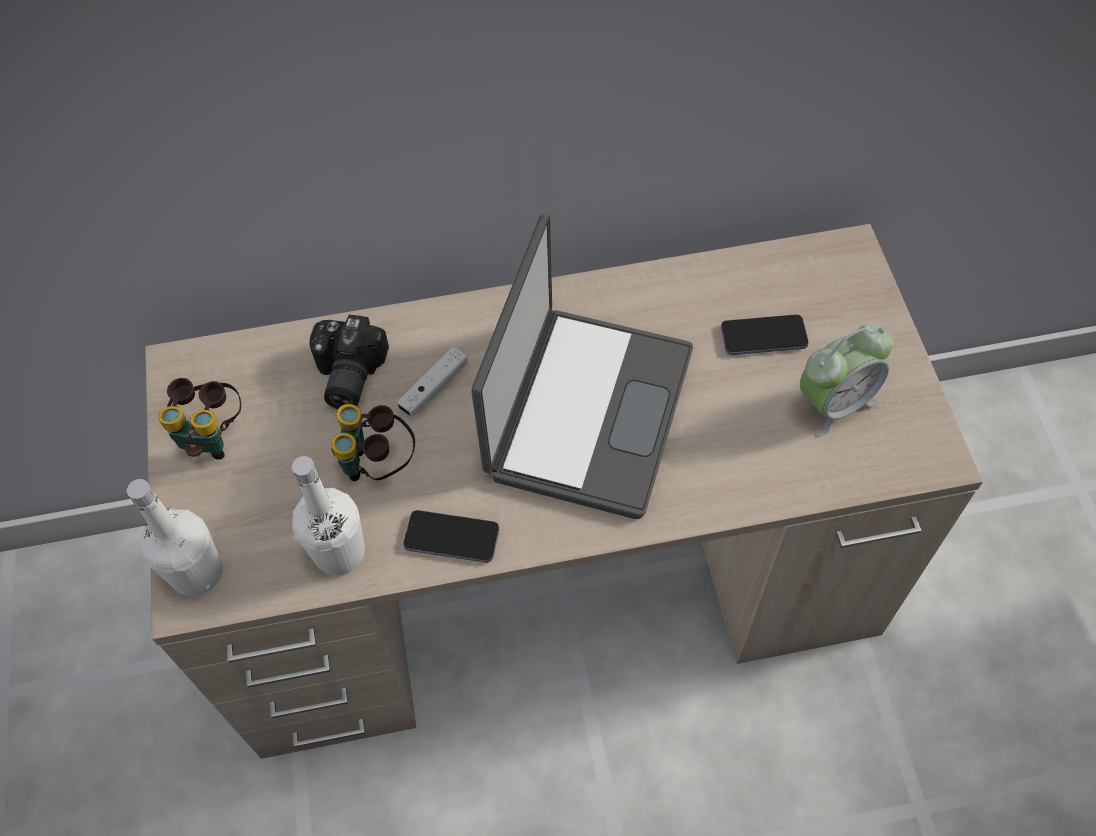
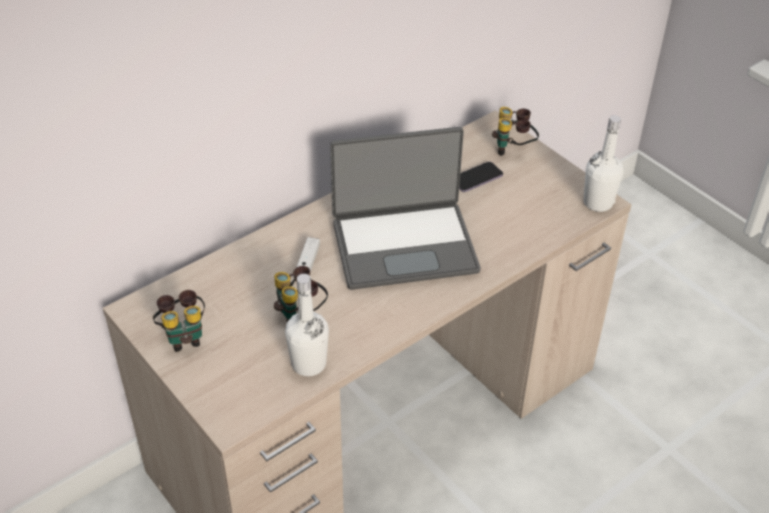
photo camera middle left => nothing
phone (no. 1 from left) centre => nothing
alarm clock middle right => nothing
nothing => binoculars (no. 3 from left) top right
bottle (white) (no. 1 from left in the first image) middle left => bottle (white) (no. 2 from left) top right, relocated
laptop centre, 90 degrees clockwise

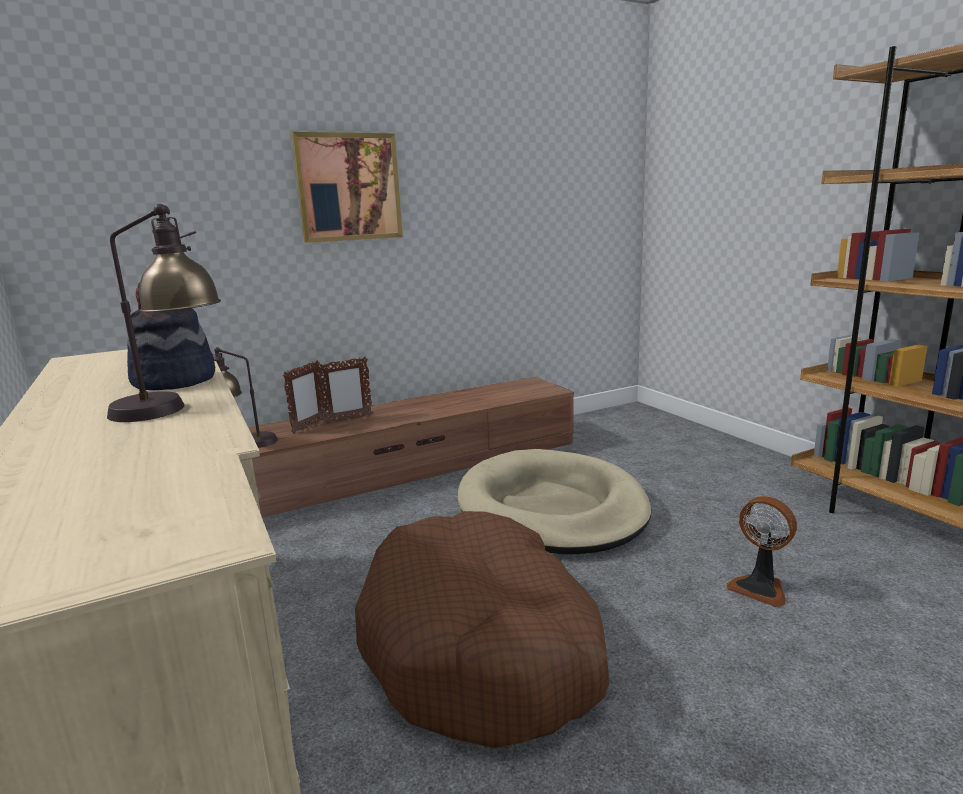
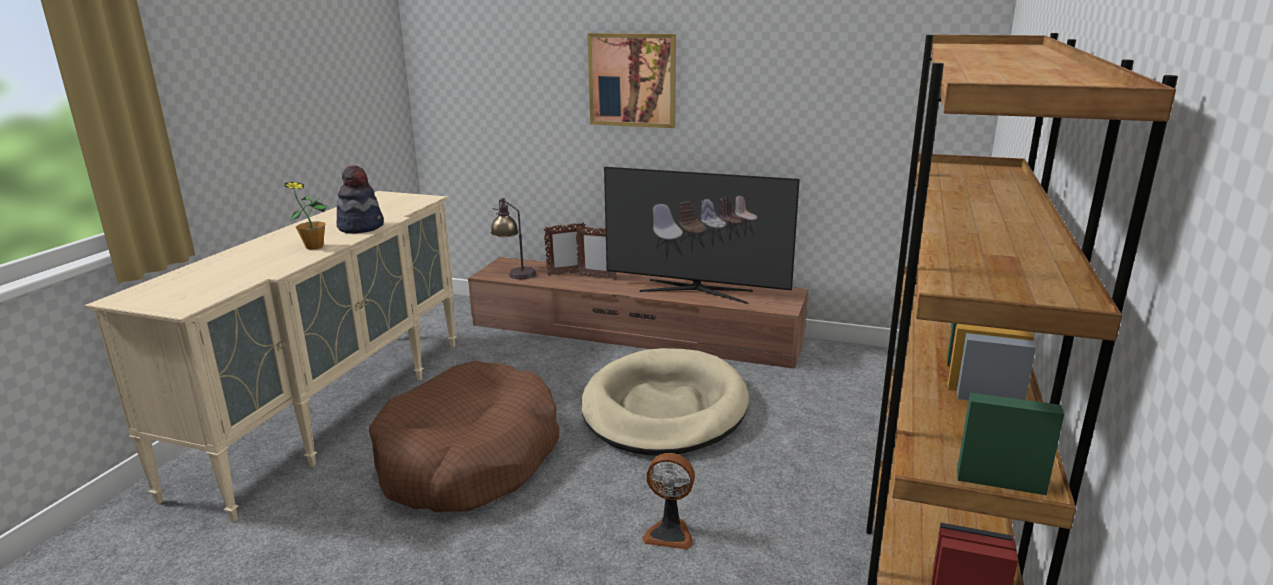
nothing => television centre
table lamp (no. 1 from left) middle left => potted plant middle left
fan bottom right => fan bottom centre, 75 degrees counterclockwise

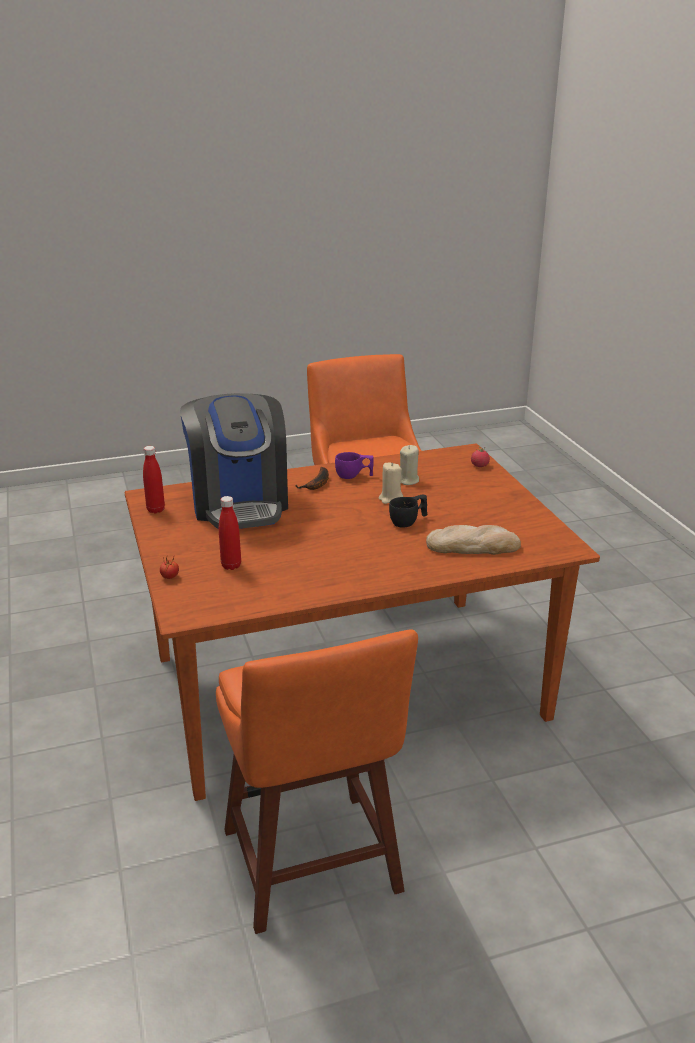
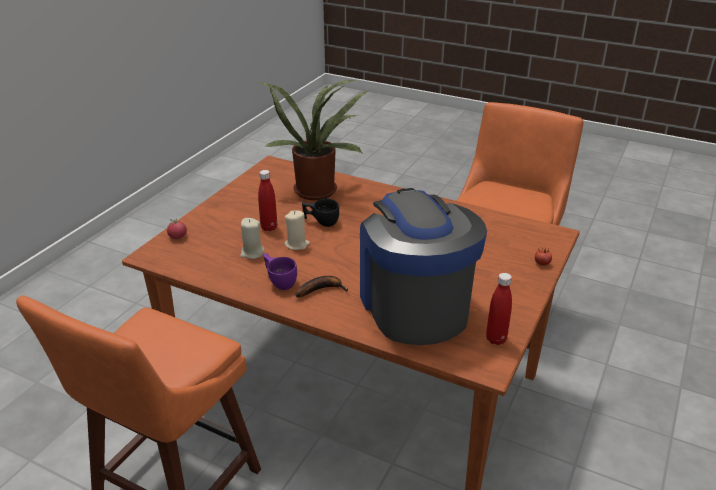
bottle (red) (no. 2 from left in the first image) middle left => bottle (red) (no. 1 from left) centre, relocated
bread middle right => potted plant top centre
coffee machine centre, 45 degrees counterclockwise

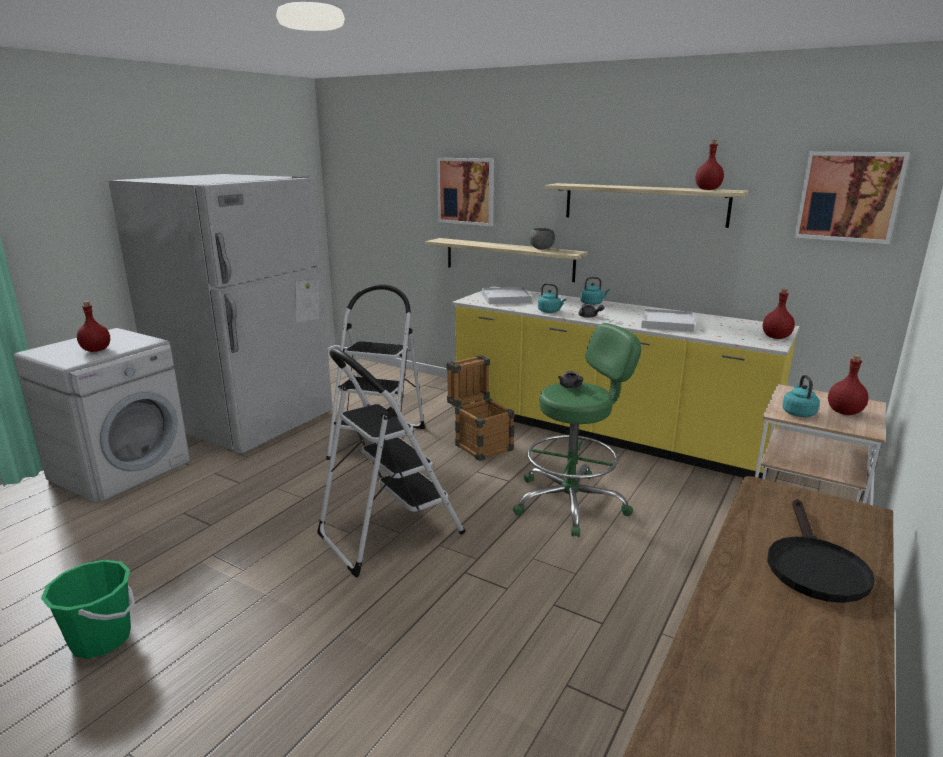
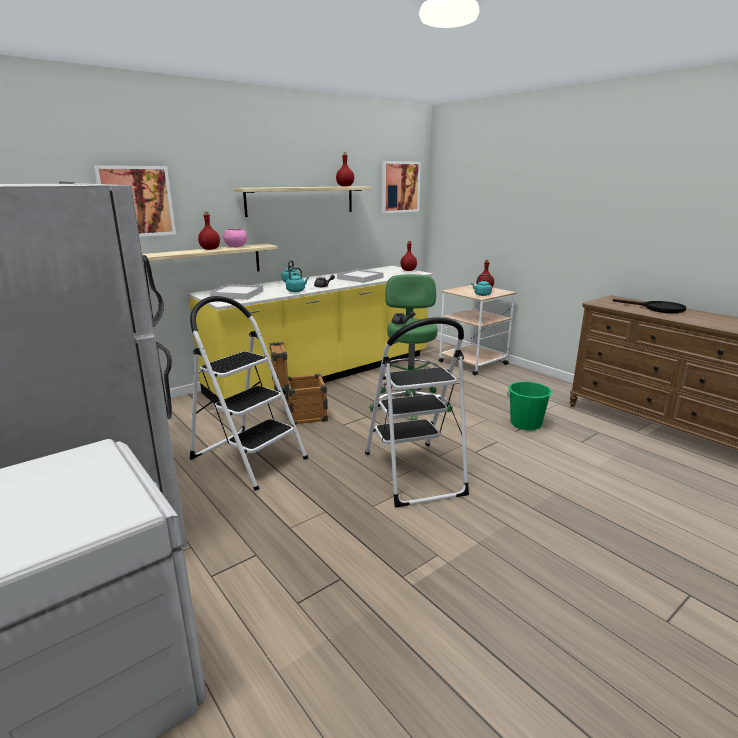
bucket (green) bottom left => bucket (green) middle right, relocated
bottle (red) (no. 1 from left) middle left => bottle (red) (no. 1 from left) top left, relocated
bowl (grey) top centre => bowl (pink) top left

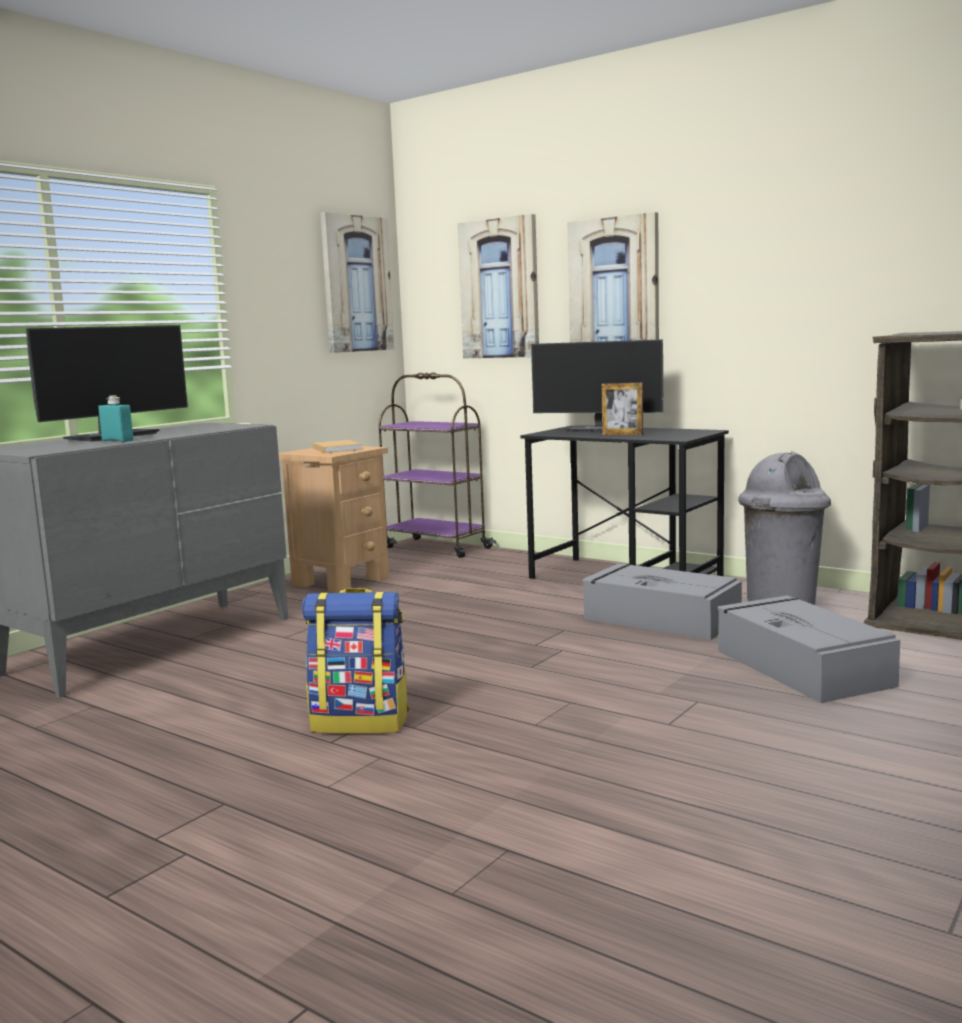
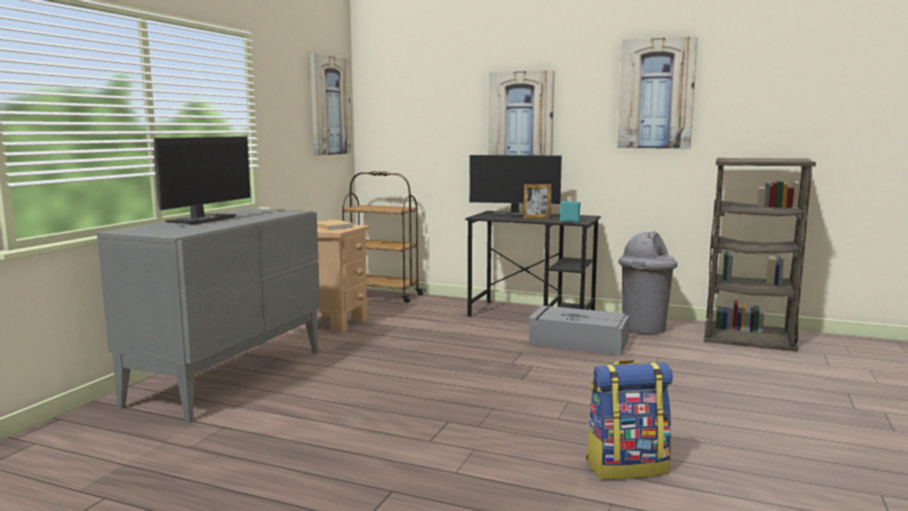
storage box (grey) (no. 2 from left) middle right => nothing
bottle (turquoise) middle left => bottle (turquoise) centre, relocated
backpack centre => backpack bottom right, relocated
picture (no. 2 from left in the first image) top centre => picture (no. 3 from left) top right, relocated
cart (purple) centre => cart (brown) centre

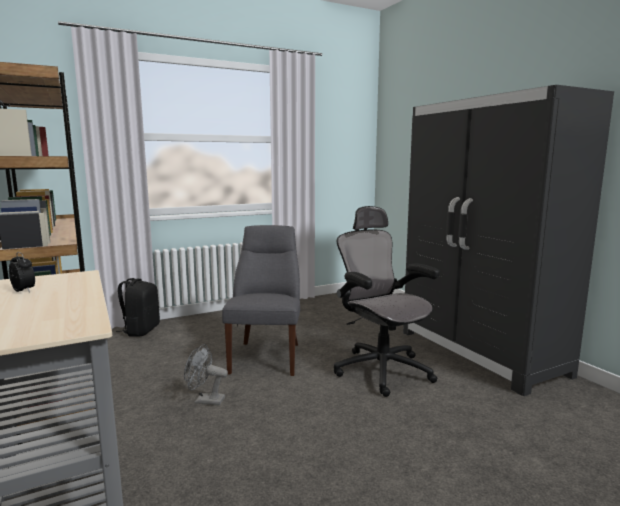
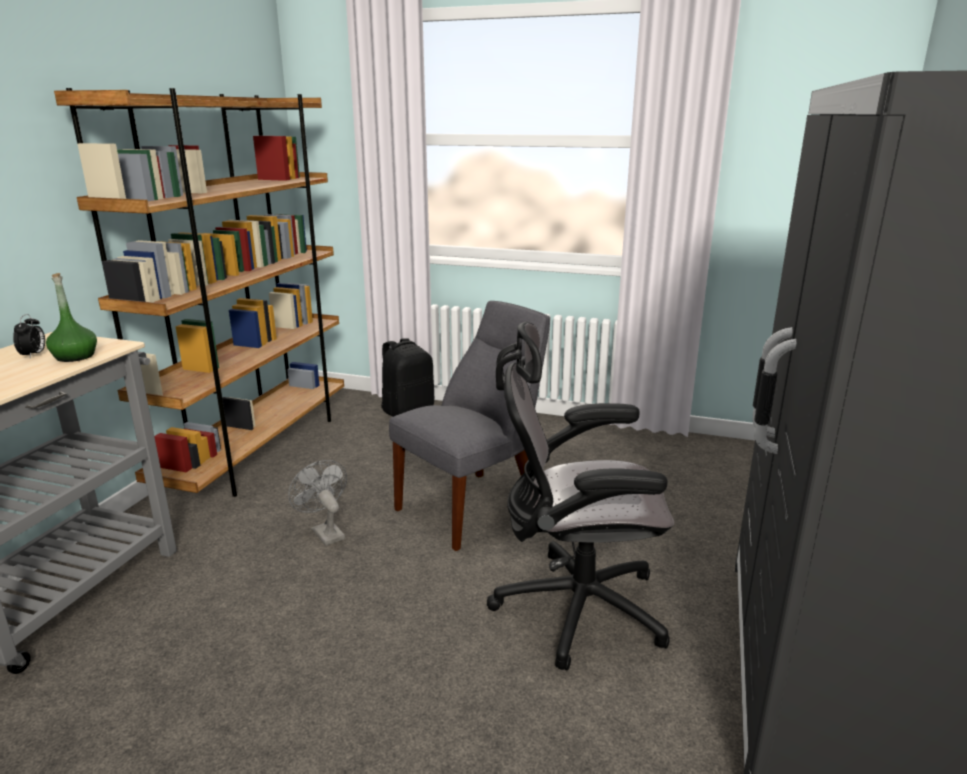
nothing => bottle (green) middle left
office chair centre, 105 degrees counterclockwise

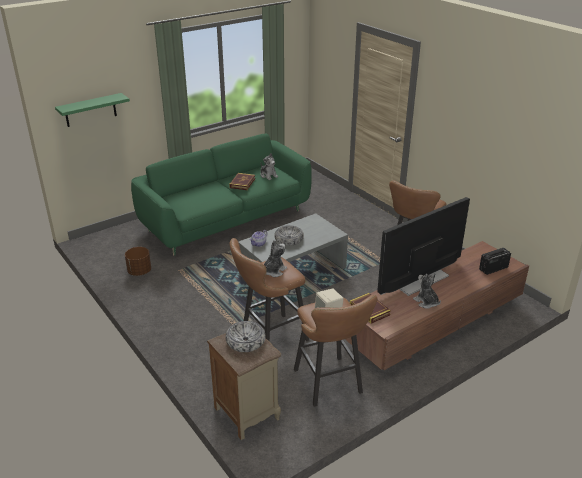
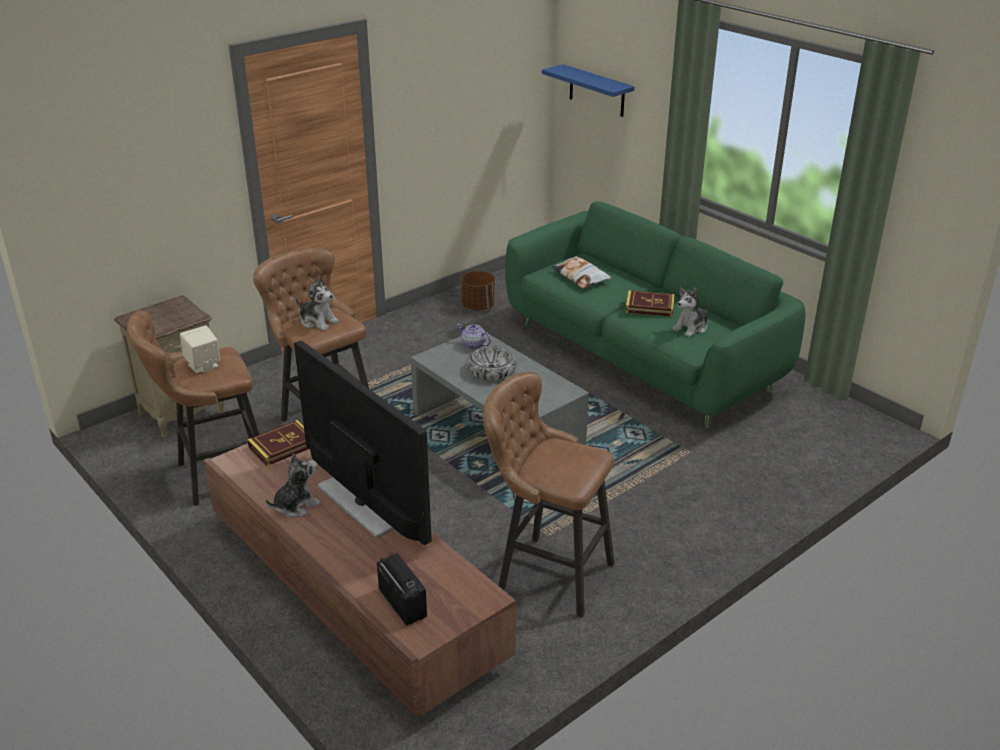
bowl (no. 1 from left) bottom centre => nothing
nothing => pillow centre
shelf (green) top left => shelf (blue) top centre

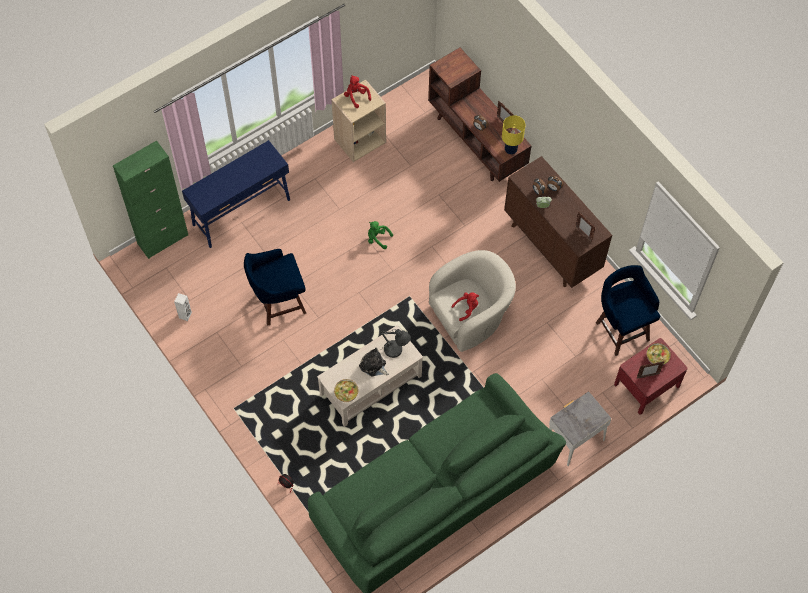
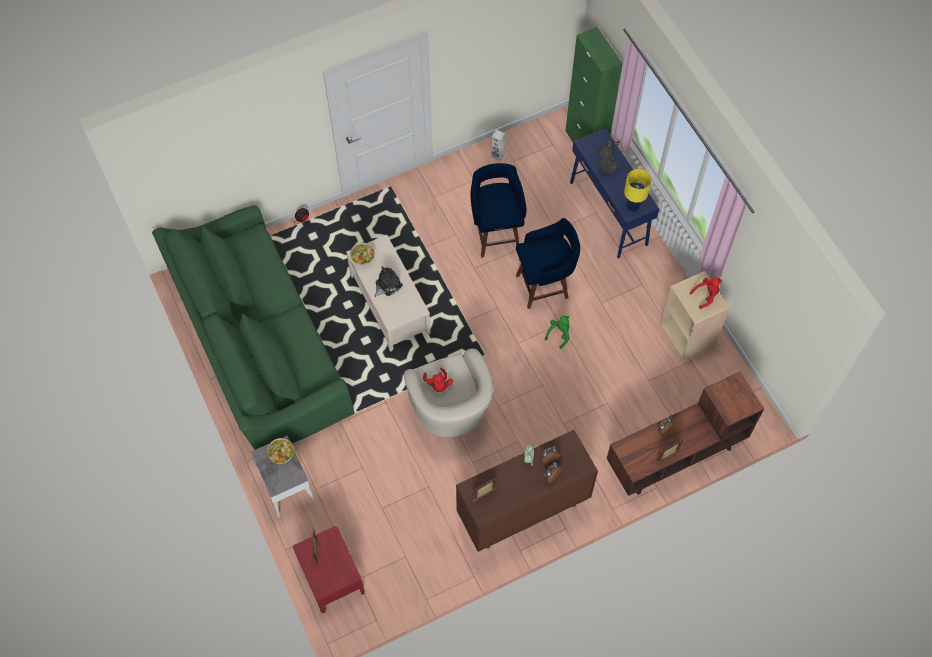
table lamp (grey) centre => table lamp (grey) top centre, relocated
table lamp (yellow) top centre => table lamp (yellow) top right, relocated
stool (blue) (no. 2 from left) middle right => stool (blue) (no. 2 from left) centre, relocated
bowl (no. 2 from left in the first image) middle right => bowl (no. 1 from left) bottom left, relocated

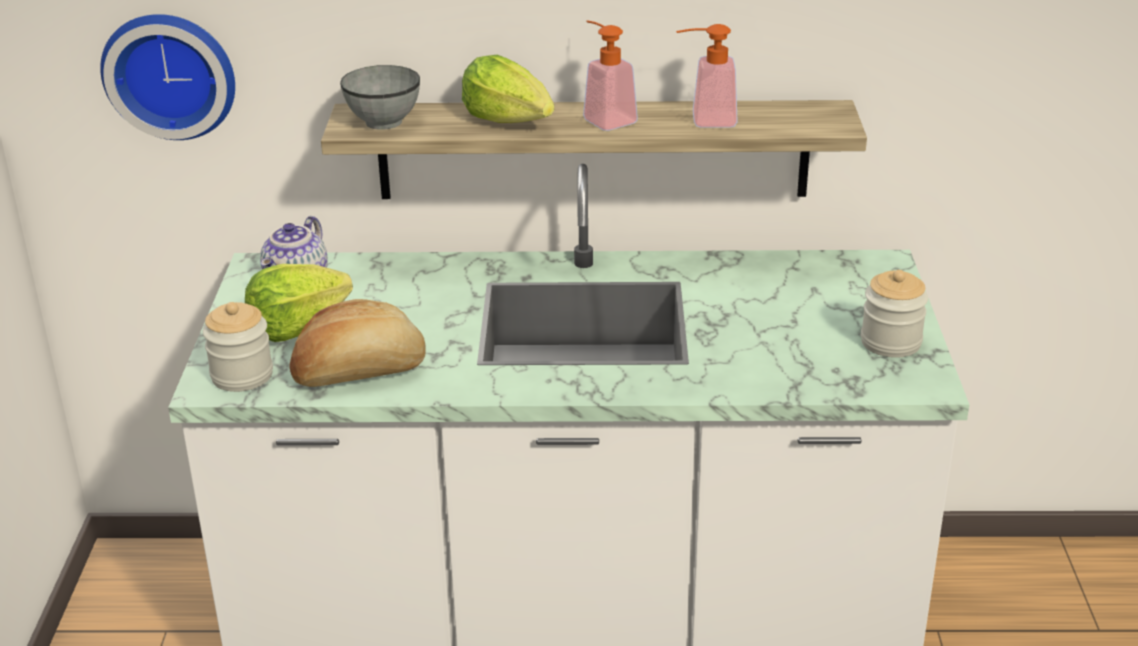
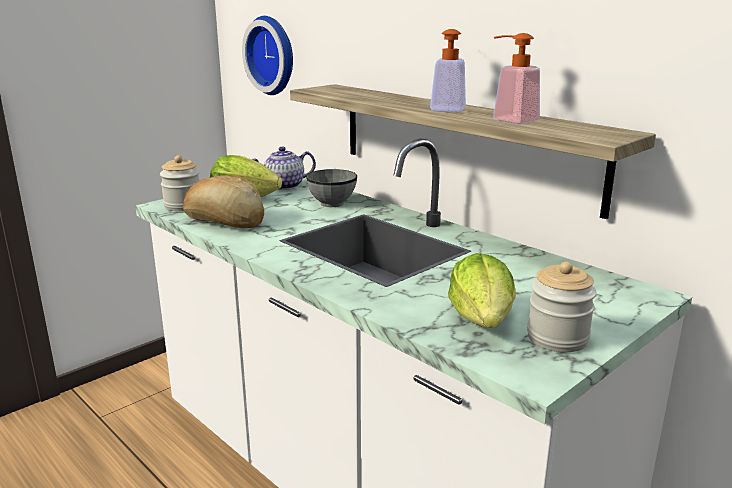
bowl (grey) top centre => bowl (grey) centre, relocated
lettuce (no. 2 from left) top centre => lettuce (no. 2 from left) centre, relocated

